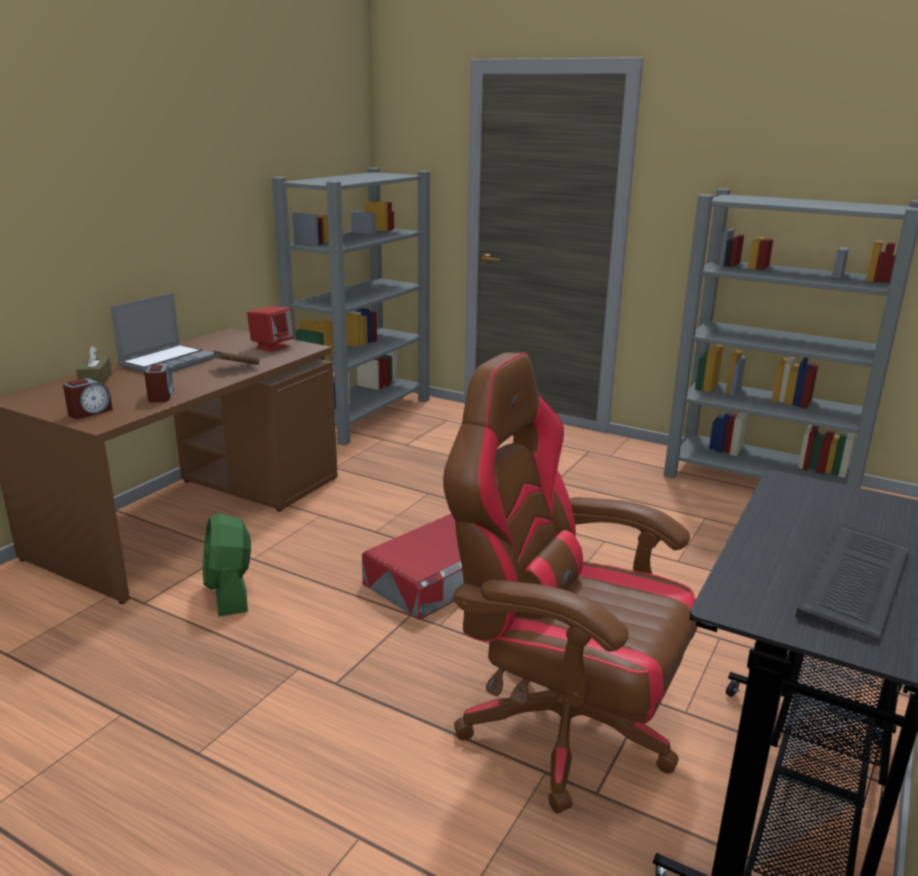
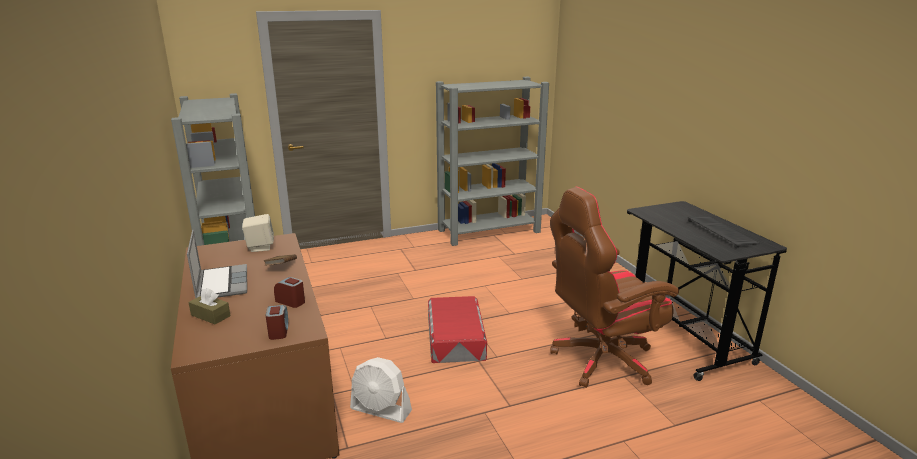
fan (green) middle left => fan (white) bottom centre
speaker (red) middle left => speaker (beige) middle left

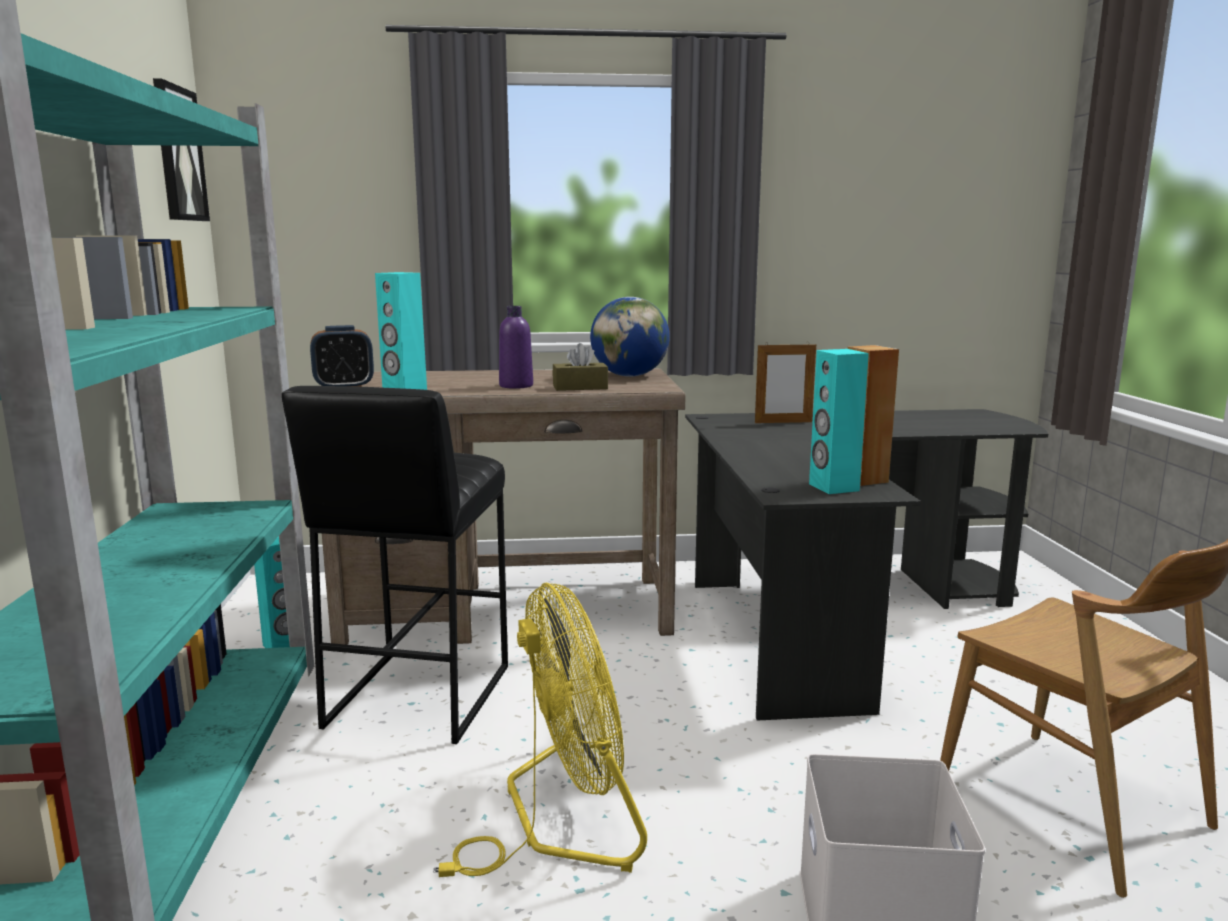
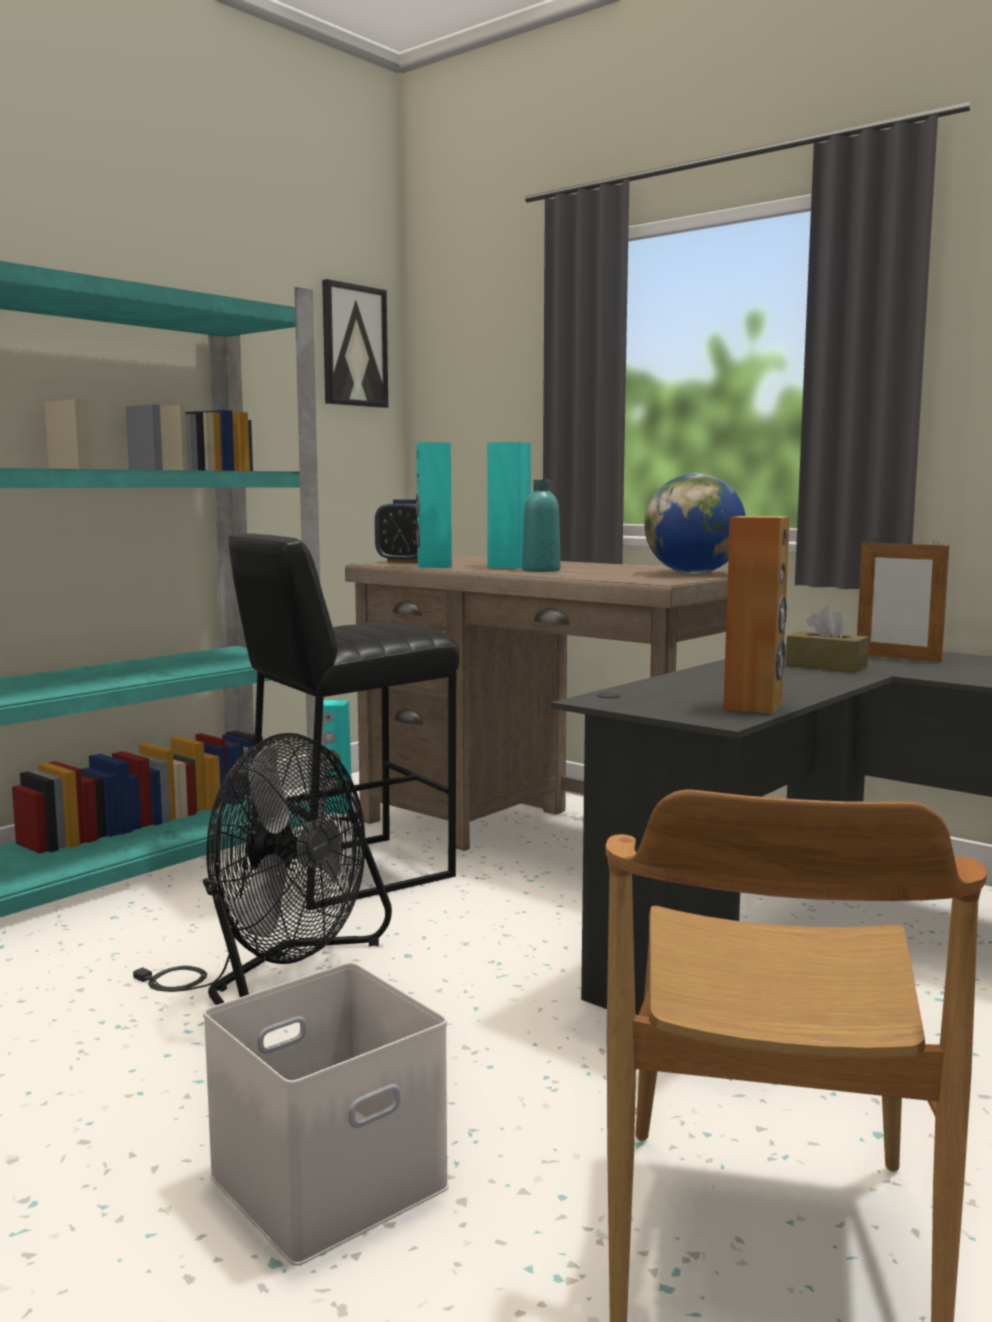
tissue box (brown) centre => tissue box (brown) middle right, relocated
speaker (turquoise) (no. 3 from left) middle right => speaker (turquoise) (no. 3 from left) centre, relocated
fan (yellow) bottom centre => fan (black) middle left
bottle (purple) centre => bottle (turquoise) centre

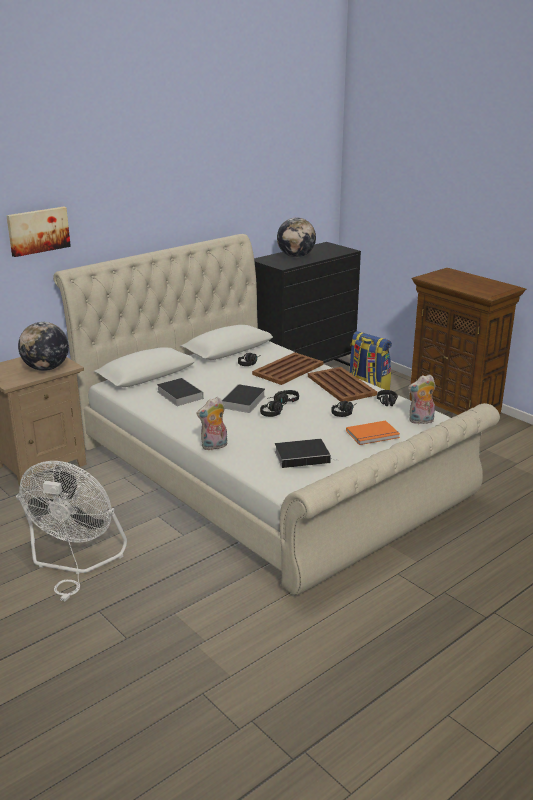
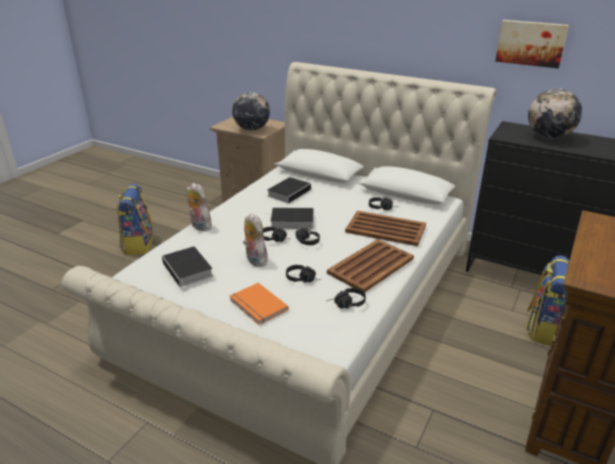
picture top left => picture top right, relocated
plush toy (no. 2 from left) middle right => plush toy (no. 2 from left) centre, relocated
fan (white) middle left => backpack (no. 1 from left) middle left

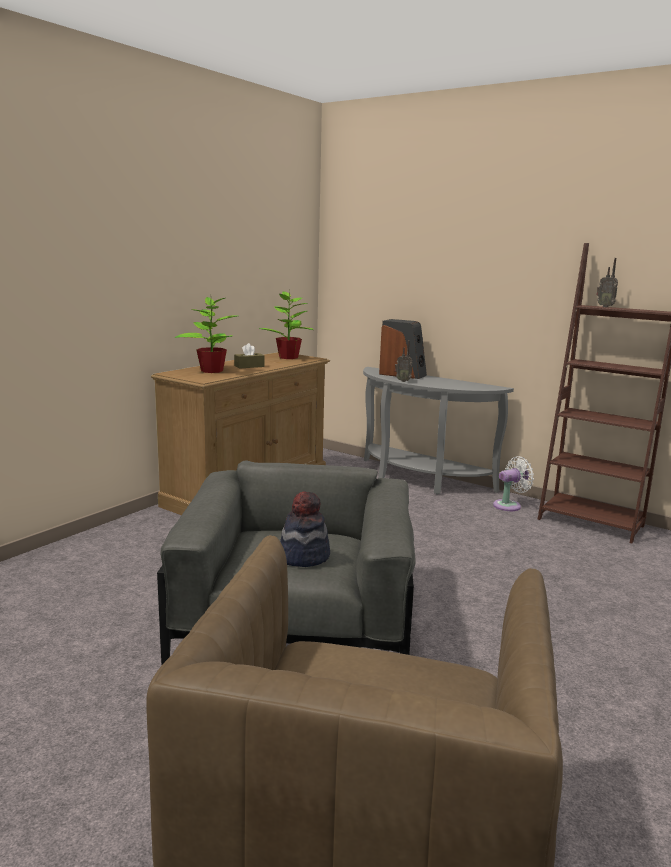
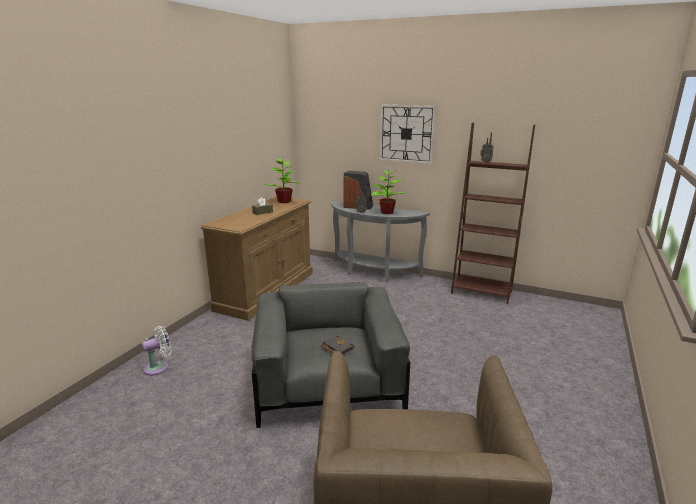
nothing => wall clock top centre
potted plant (no. 1 from left in the first image) middle left => potted plant (no. 2 from left) centre, relocated
fan (white) middle right => fan (white) bottom left, relocated
hat centre => book (black) bottom centre

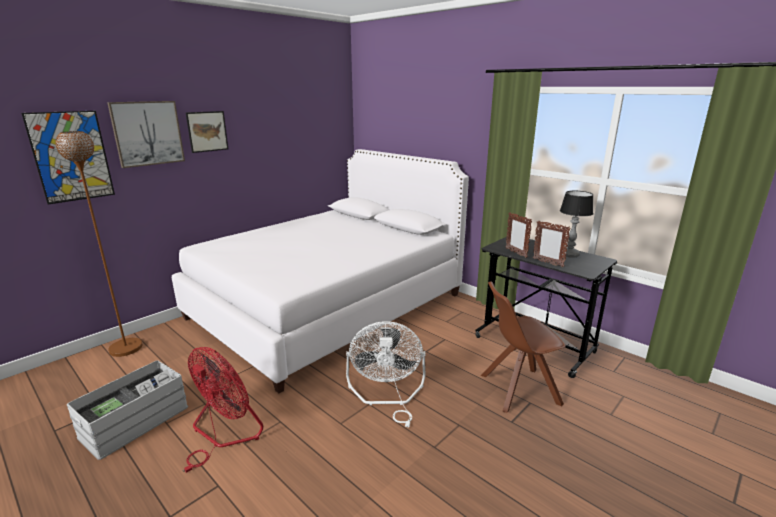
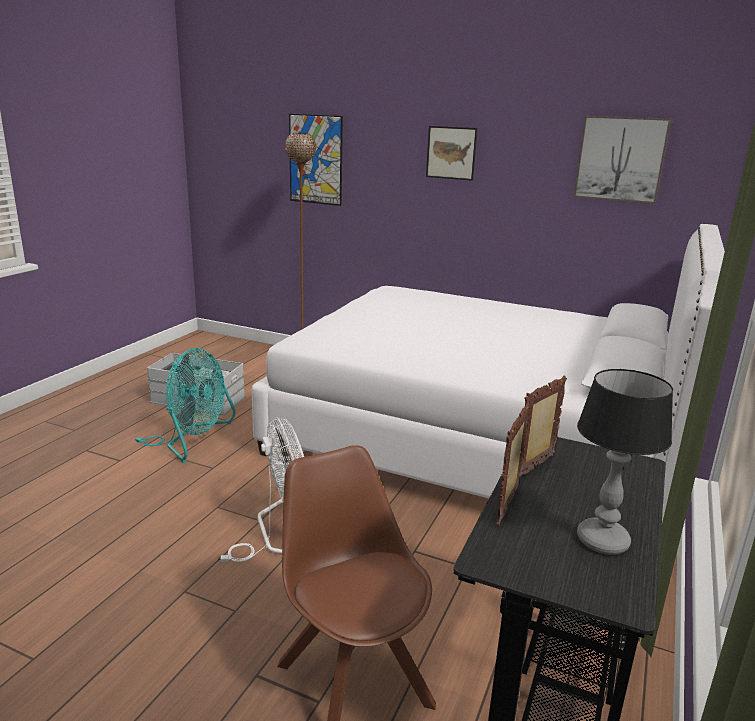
picture (no. 2 from left in the first image) top left => picture (no. 3 from left) top right, relocated
fan (red) bottom left => fan (turquoise) middle left

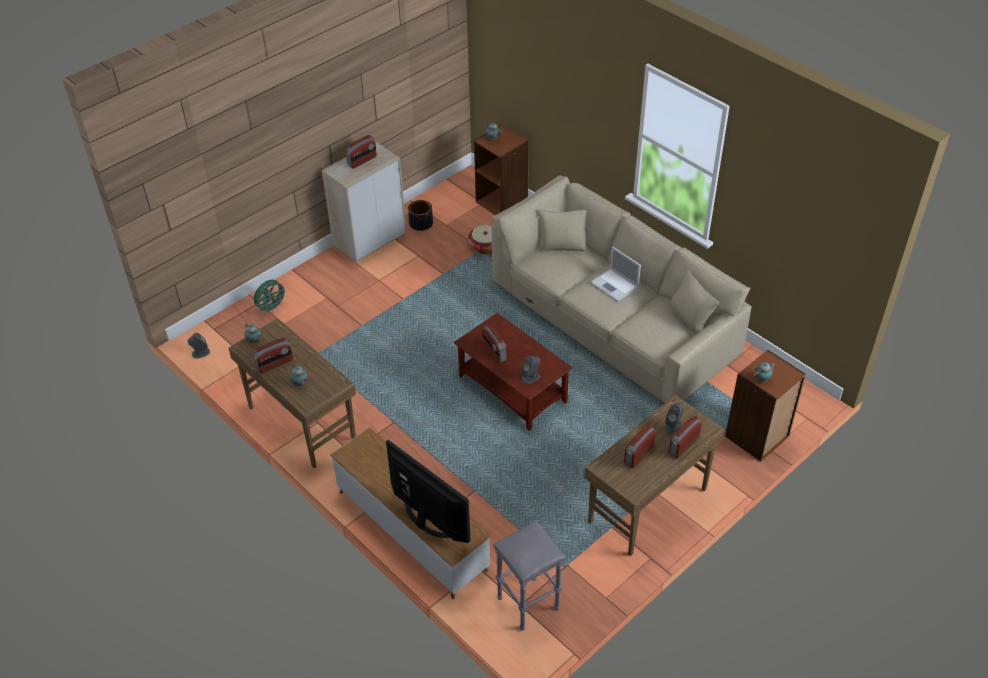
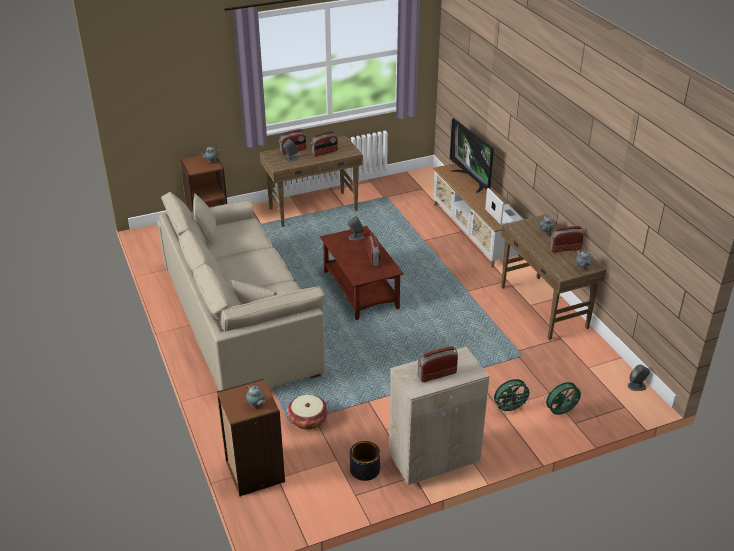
stool (grey) bottom centre => nothing
nothing => fan (green) (no. 1 from left) bottom right
laptop centre => laptop middle right, relocated

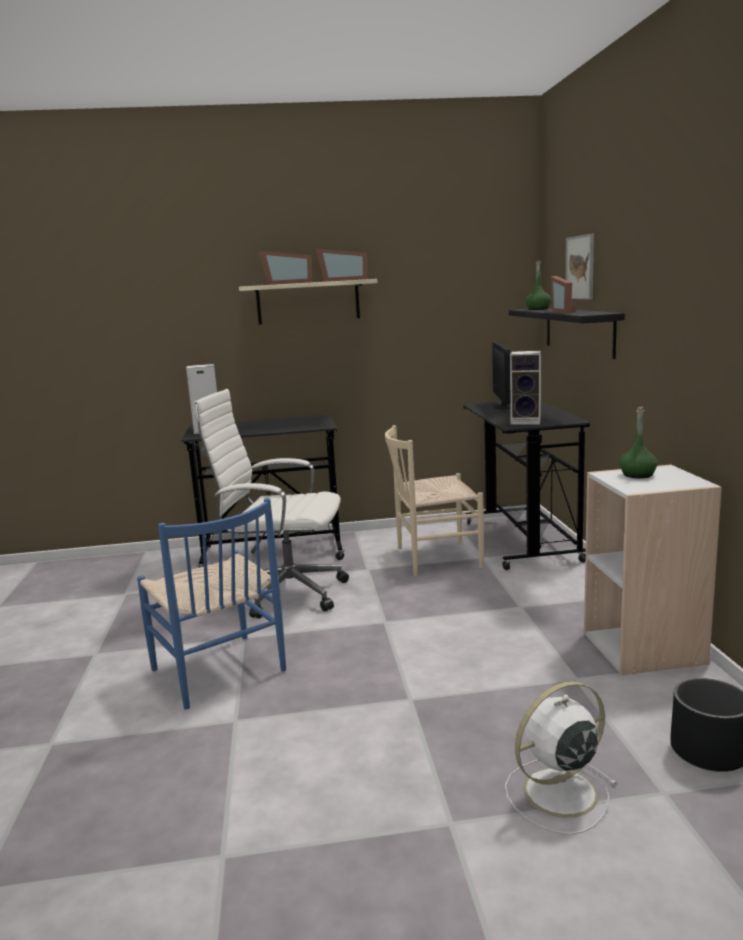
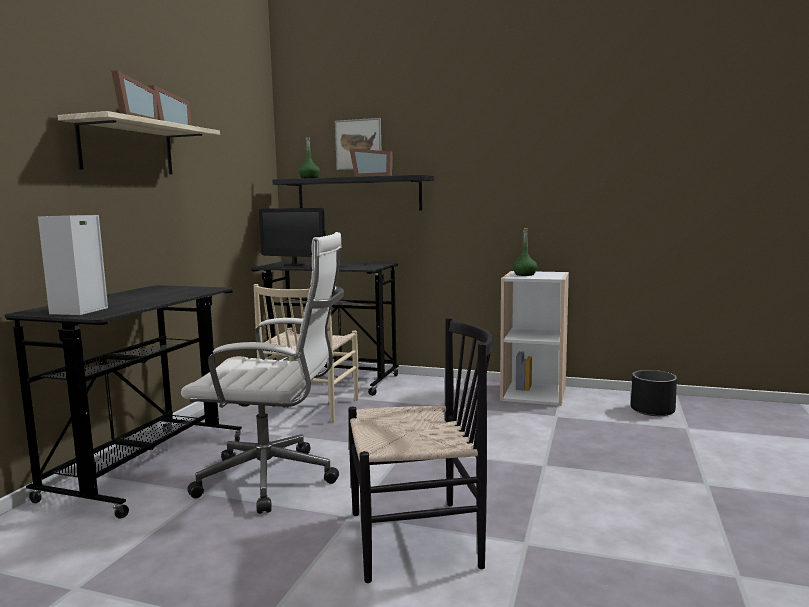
fan (white) bottom right => nothing
speaker (no. 2 from left) middle right => nothing
chair (blue) middle left => chair (black) bottom centre
office chair (white) centre => office chair (white) middle left, 120 degrees counterclockwise

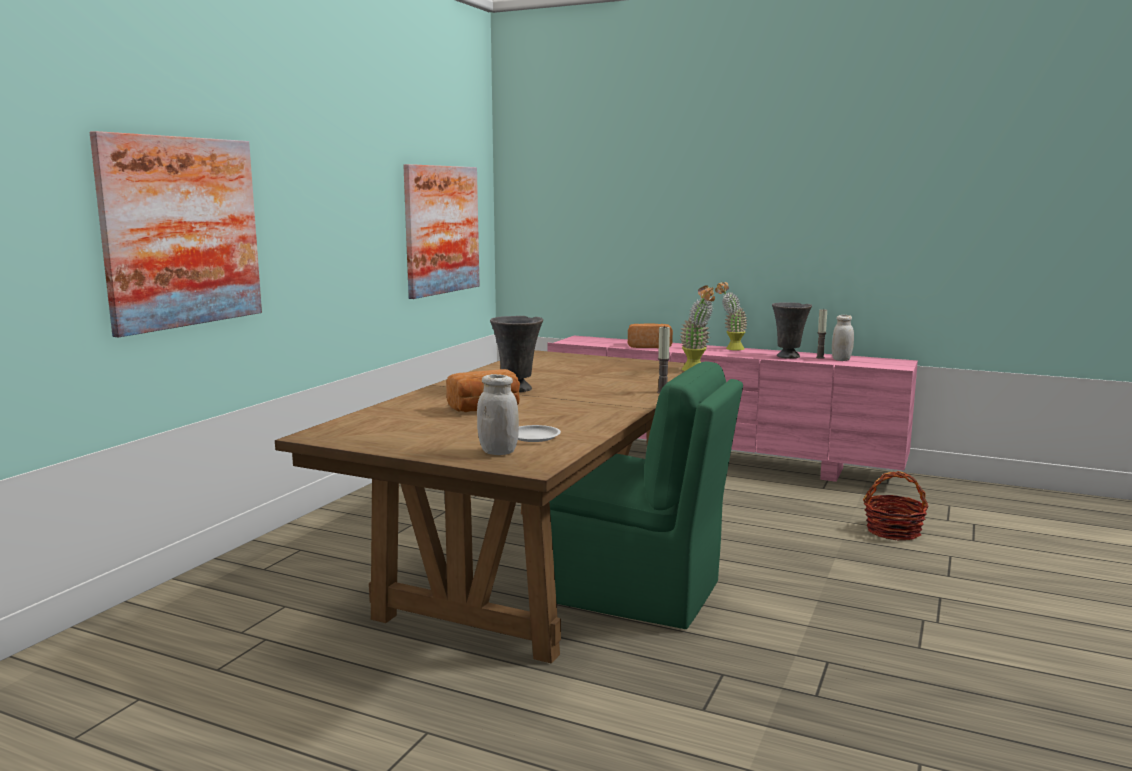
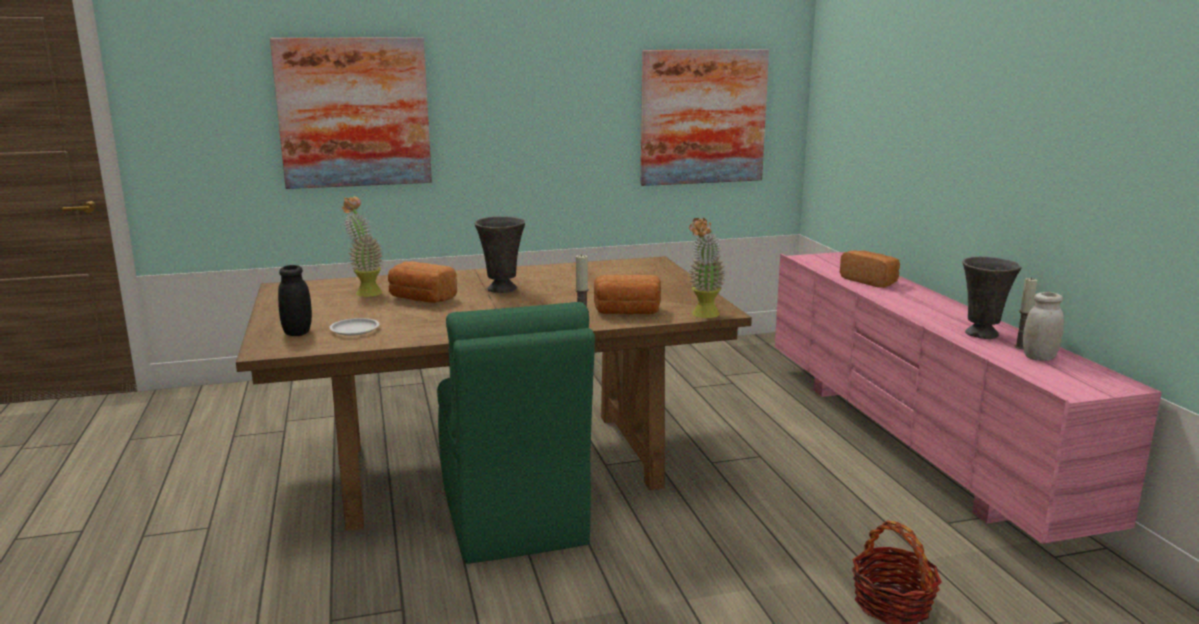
nothing => bread (no. 2 from left) centre
potted plant (no. 2 from left in the first image) centre => potted plant (no. 1 from left) middle left, relocated
jar (white) (no. 1 from left) centre => jar (black) middle left

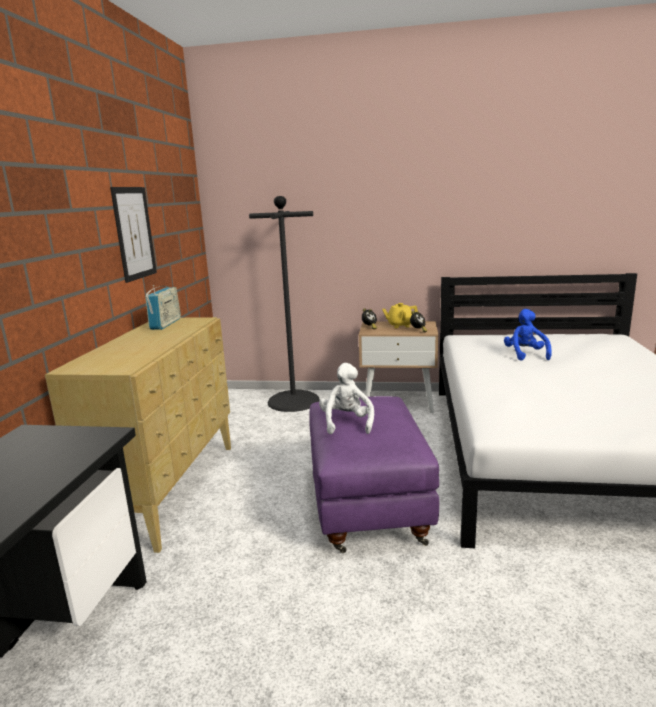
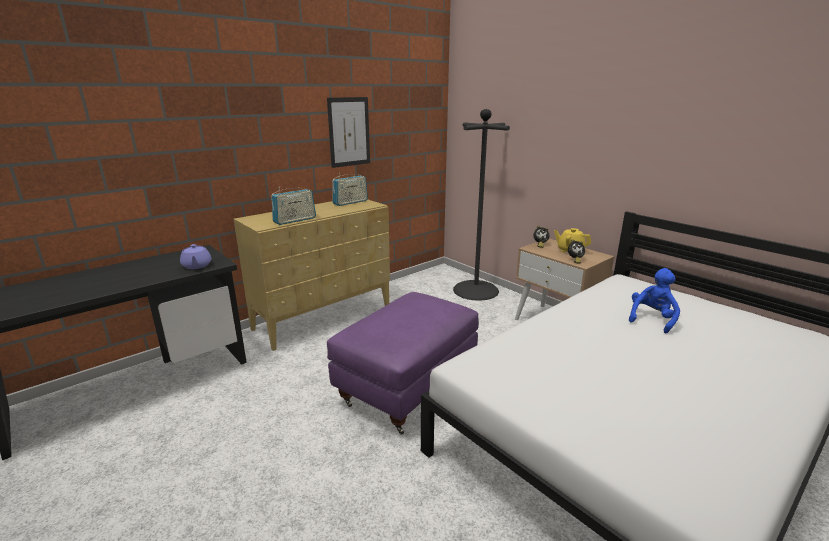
plush toy (white) centre => nothing
nothing => teapot (purple) middle left
nothing => radio (no. 1 from left) centre

